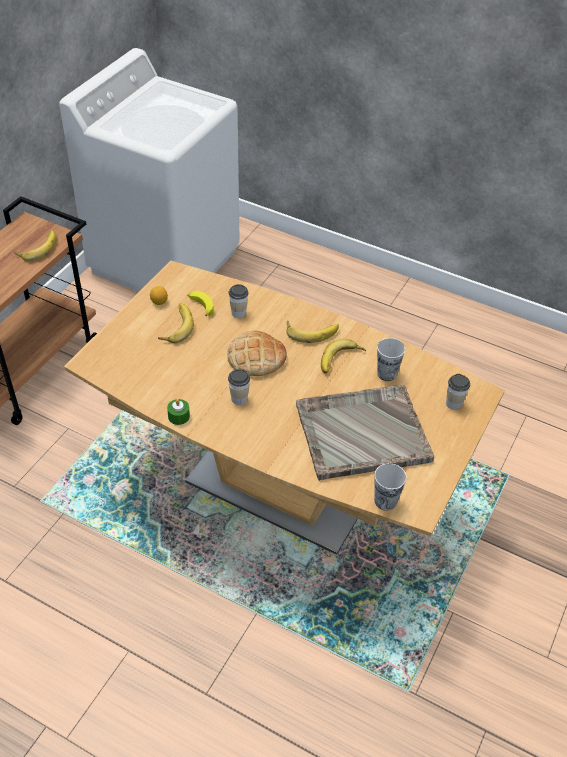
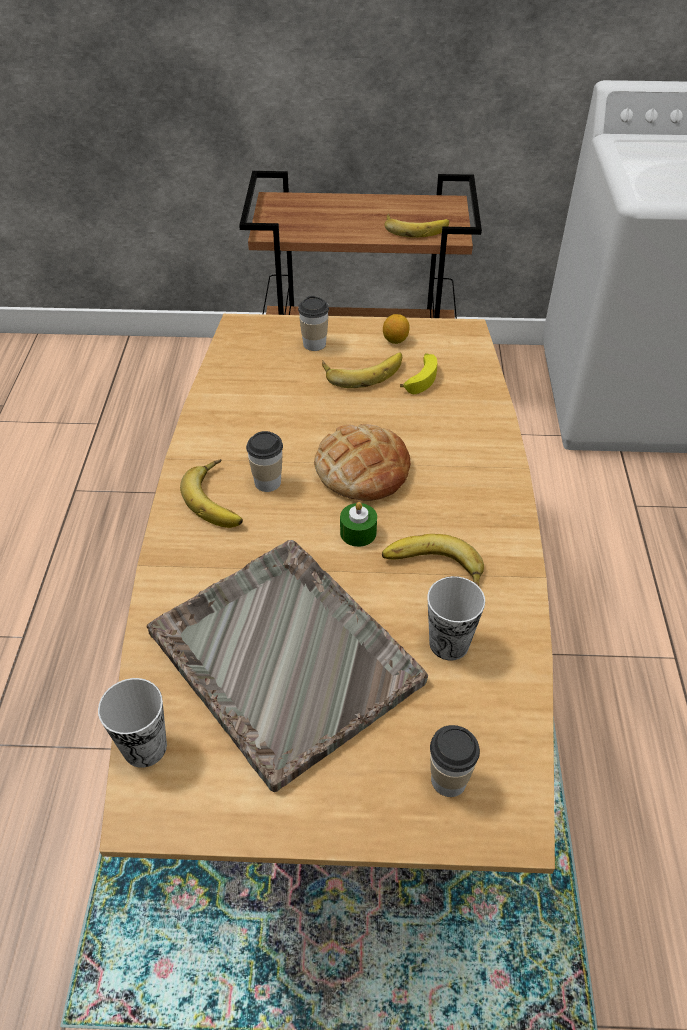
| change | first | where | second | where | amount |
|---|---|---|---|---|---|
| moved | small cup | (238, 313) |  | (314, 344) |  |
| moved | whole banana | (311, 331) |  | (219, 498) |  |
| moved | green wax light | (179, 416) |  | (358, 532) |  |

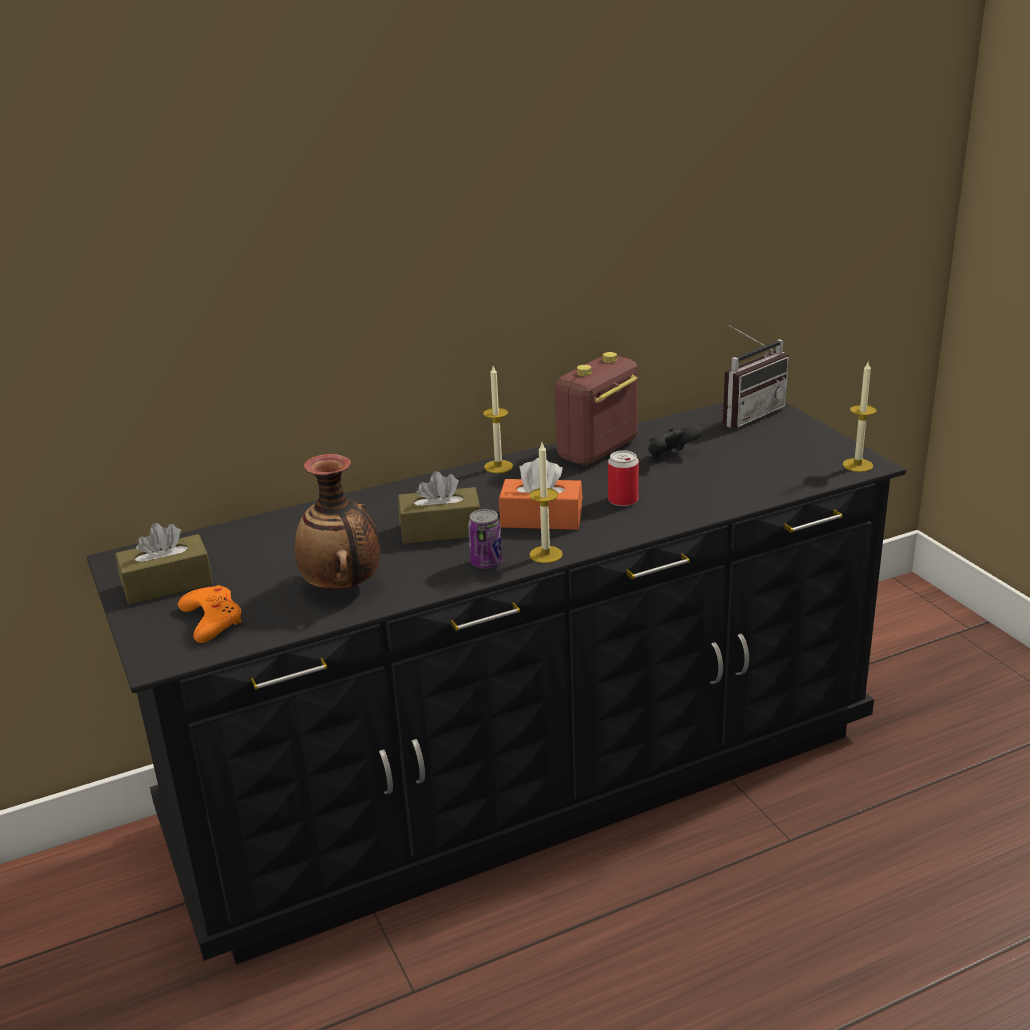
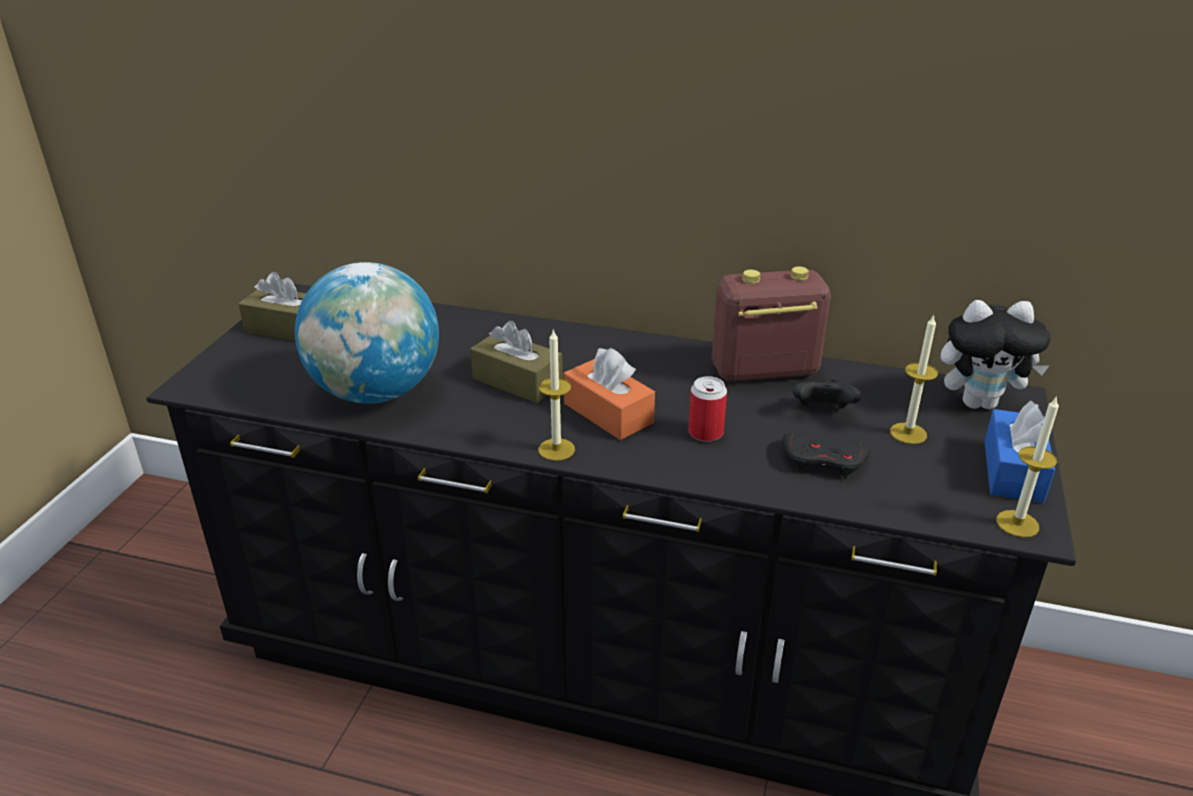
| change | first | where | second | where | amount |
|---|---|---|---|---|---|
| replaced | radio set | (747, 414) | plush toy | (979, 402) |  |
| moved | wax light | (498, 466) |  | (908, 433) |  |
| replaced | flower vase | (343, 586) | world globe | (377, 392) |  |
| removed | sealed can | (486, 563) |  |  |  |
| removed | orange-coloured joypad | (212, 619) |  |  |  |
| added |  |  | blue-coloured tissue box | (1013, 471) |  |
| added |  |  | black-coloured joypad | (823, 461) |  |

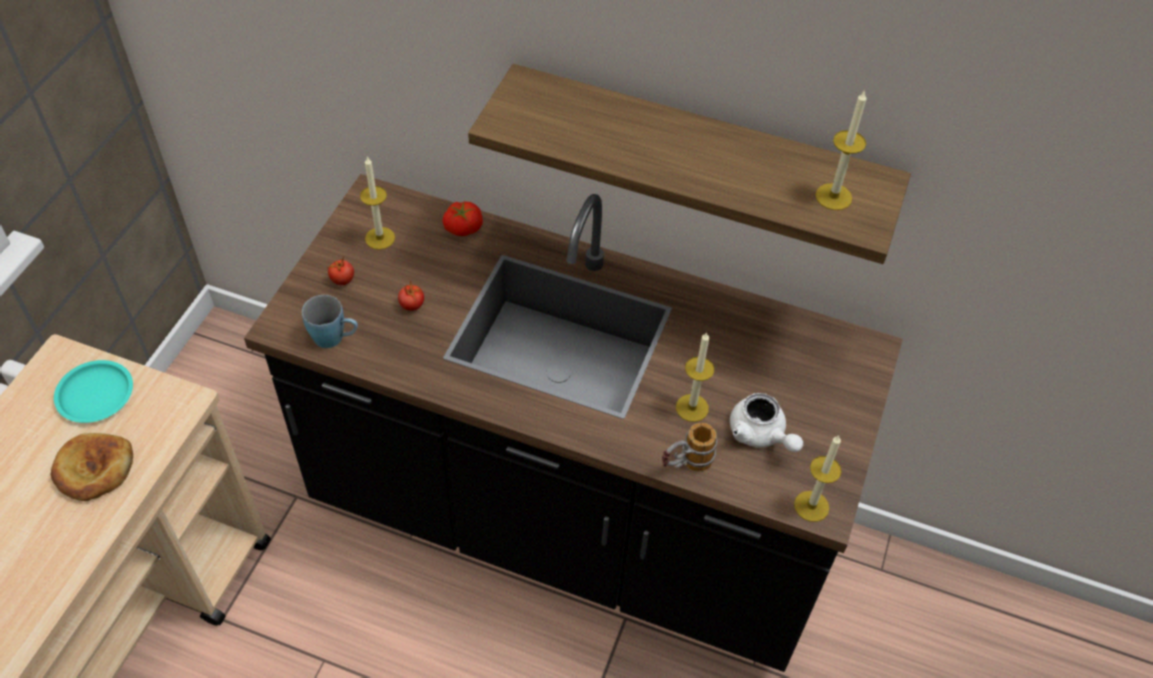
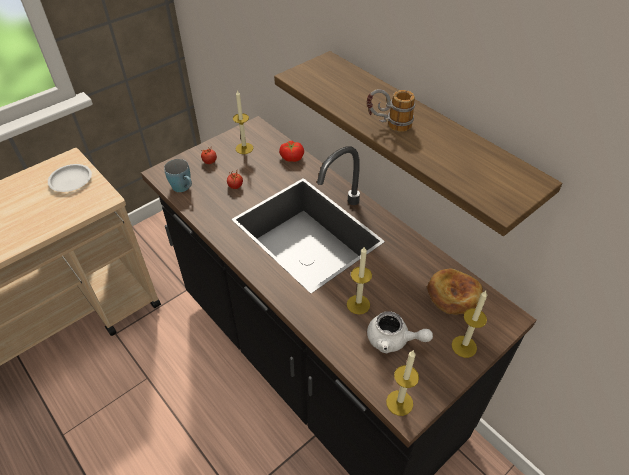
| change | first | where | second | where | amount |
|---|---|---|---|---|---|
| moved | wax light | (833, 197) |  | (464, 346) |  |
| recoloured | turquoise-coloured dinner plate | (95, 394) | whitish dinner plate | (71, 180) |  |
| turned | whitish pot for tea | (761, 435) |  | (393, 340) | 60 degrees counterclockwise |
| moved | coffee mug | (685, 465) |  | (388, 125) |  |
| moved | bakery bread | (94, 469) |  | (453, 294) |  |

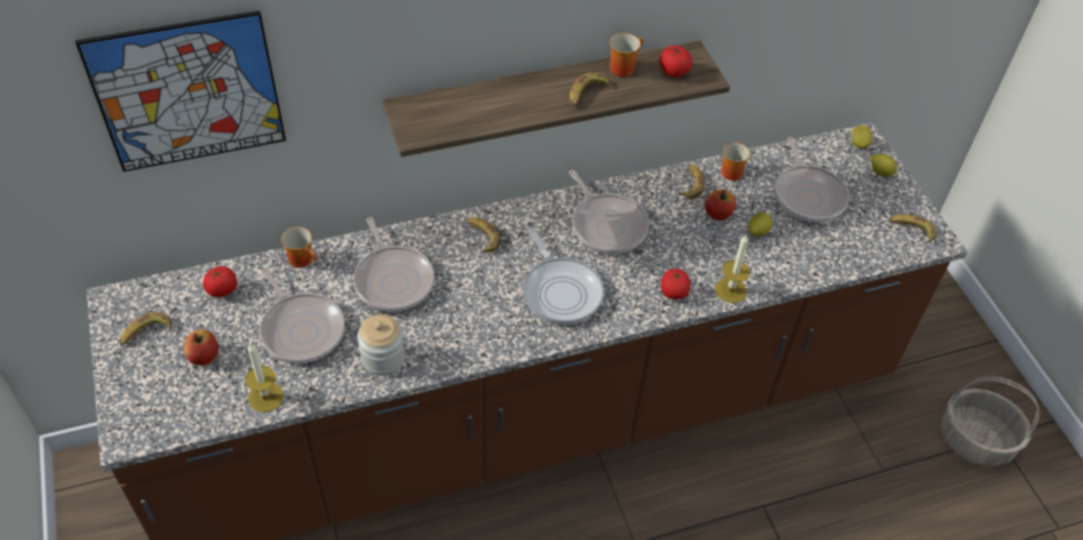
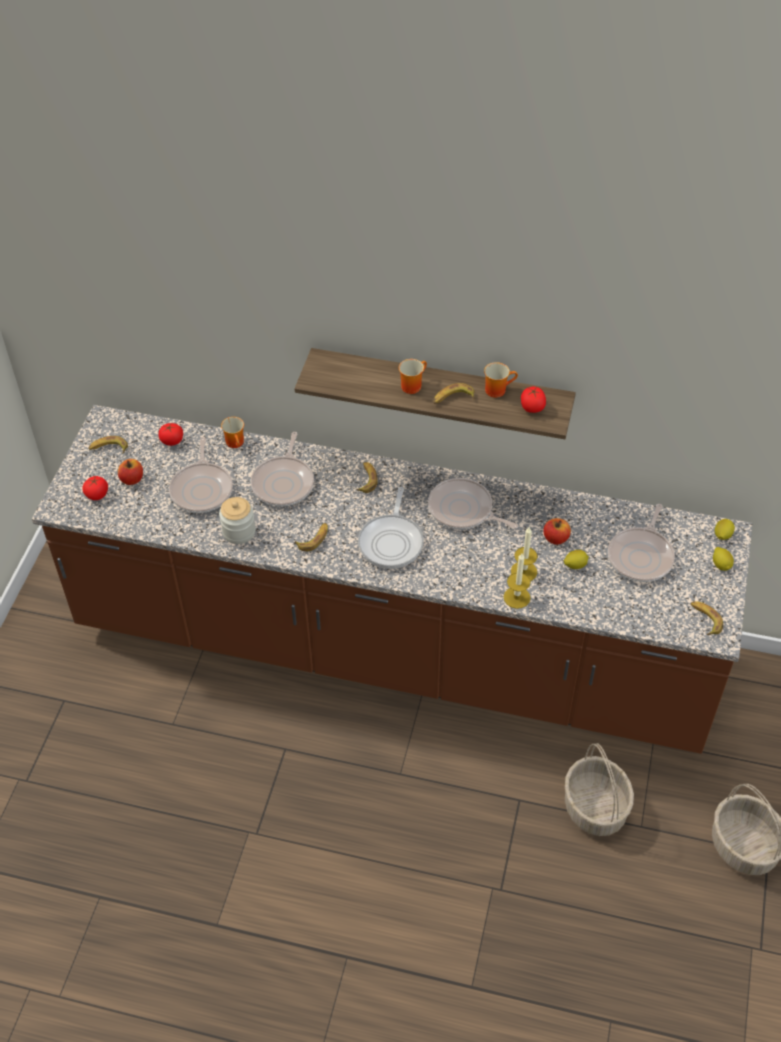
| change | first | where | second | where | amount |
|---|---|---|---|---|---|
| removed | picture | (188, 92) |  |  |  |
| moved | coffee mug | (730, 170) |  | (411, 384) |  |
| moved | whole banana | (691, 184) |  | (314, 539) |  |
| turned | frying pan | (607, 225) |  | (463, 510) | 120 degrees clockwise |
| moved | fresh tomato | (673, 292) |  | (97, 494) |  |
| moved | wax light | (266, 397) |  | (524, 571) |  |
| added |  |  | storage basket | (595, 808) |  |

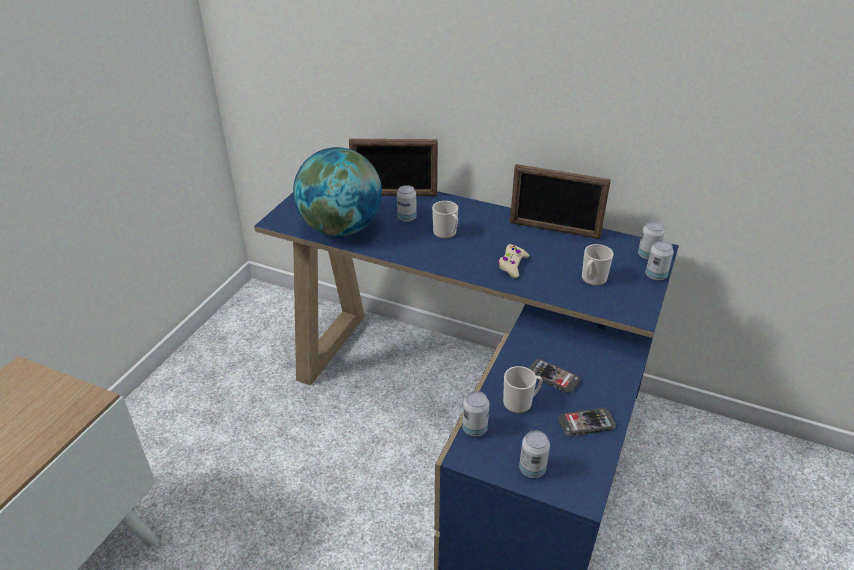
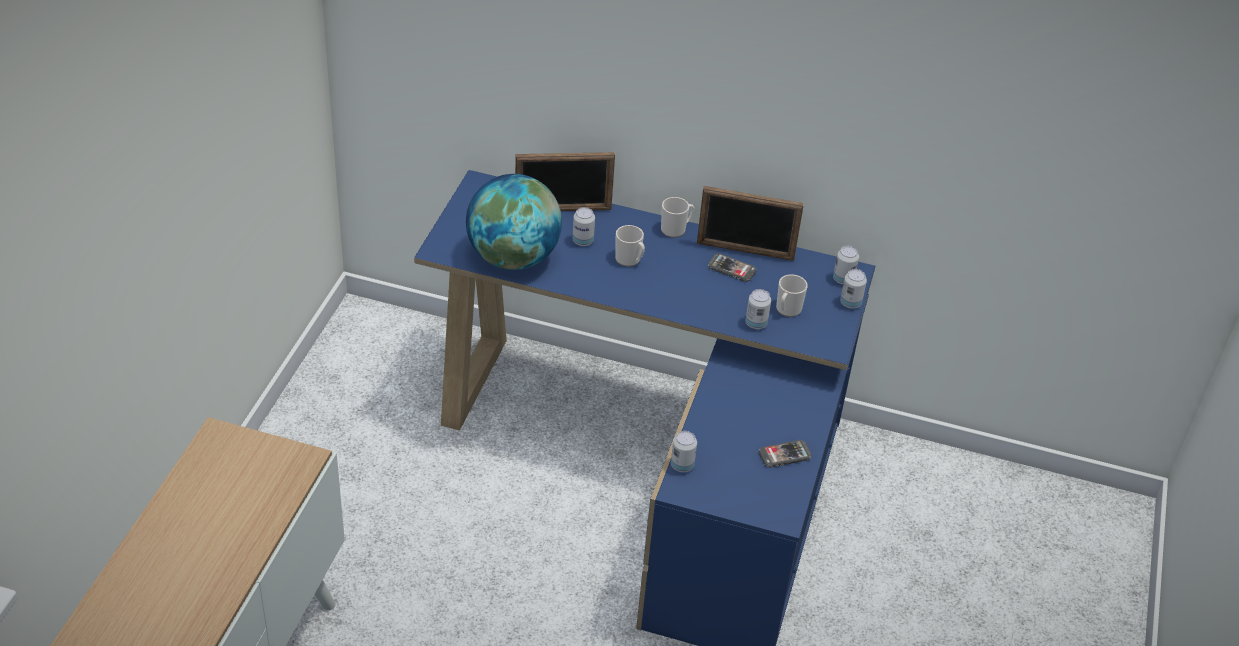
| change | first | where | second | where | amount |
|---|---|---|---|---|---|
| removed | beige-coloured joypad | (512, 265) |  |  |  |
| moved | telephone | (552, 377) |  | (731, 269) |  |
| moved | coffee mug | (520, 402) |  | (676, 229) |  |
| moved | sealed can | (532, 469) |  | (756, 323) |  |

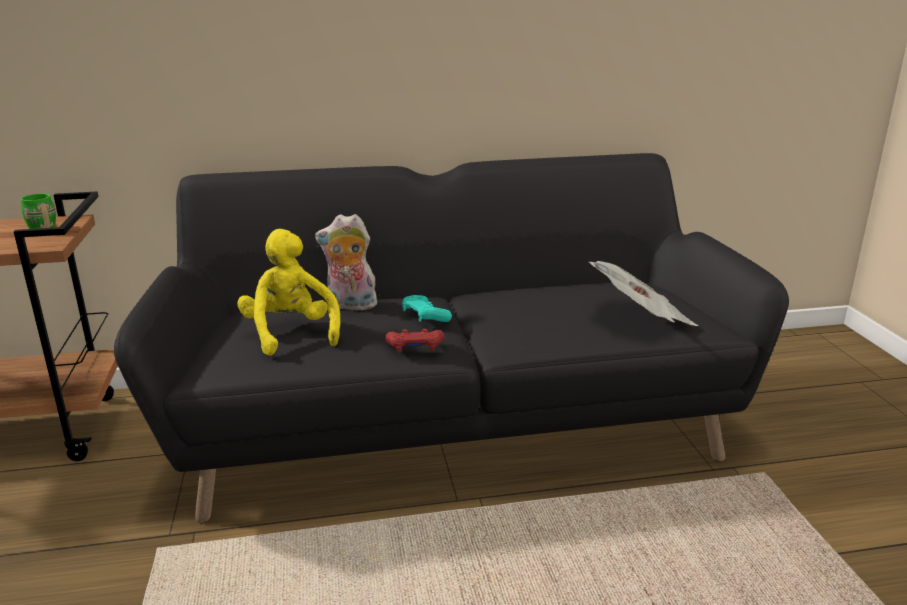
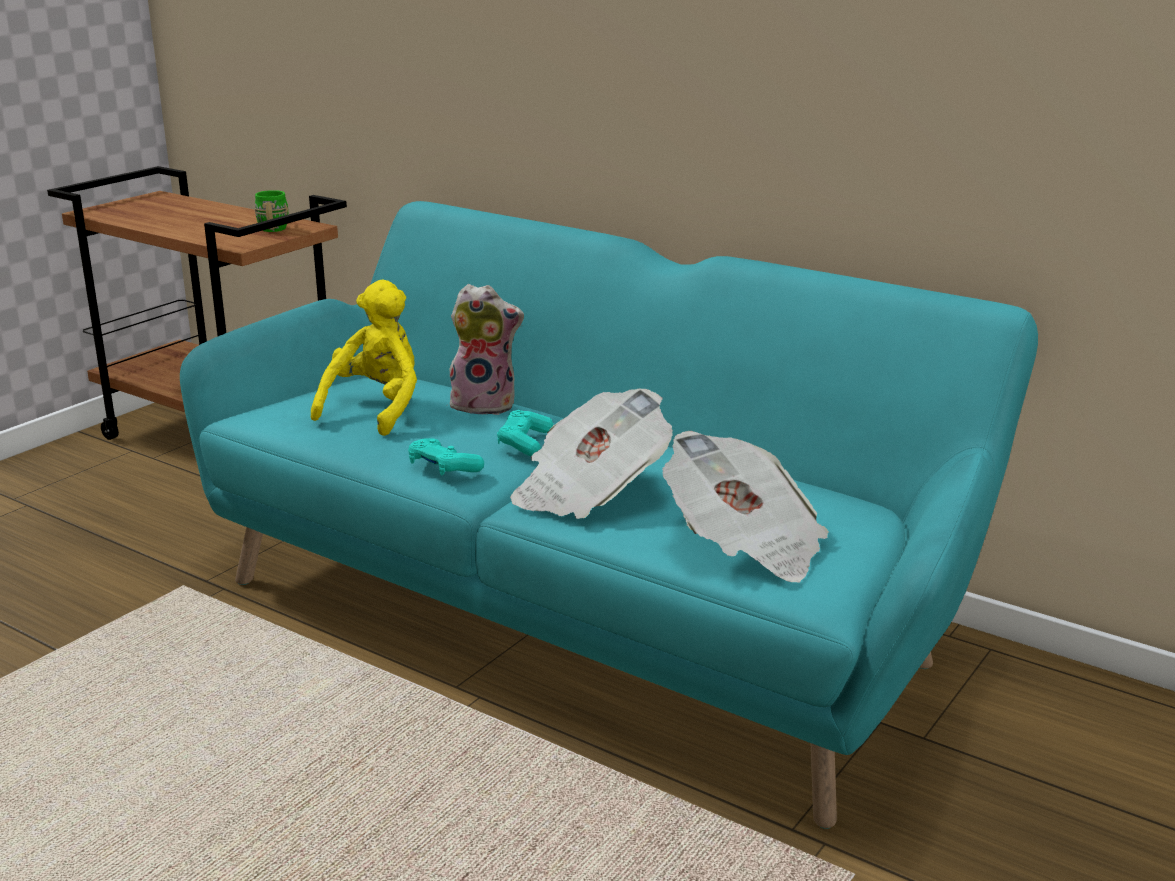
| change | first | where | second | where | amount |
|---|---|---|---|---|---|
| recoloured | black-coloured settee | (454, 423) | turquoise-coloured settee | (587, 615) |  |
| turned | plush toy | (350, 306) |  | (485, 405) | 135 degrees clockwise |
| recoloured | red-coloured joypad | (415, 348) | turquoise-coloured joypad | (443, 467) |  |
| added |  |  | printed paper | (589, 492) |  |

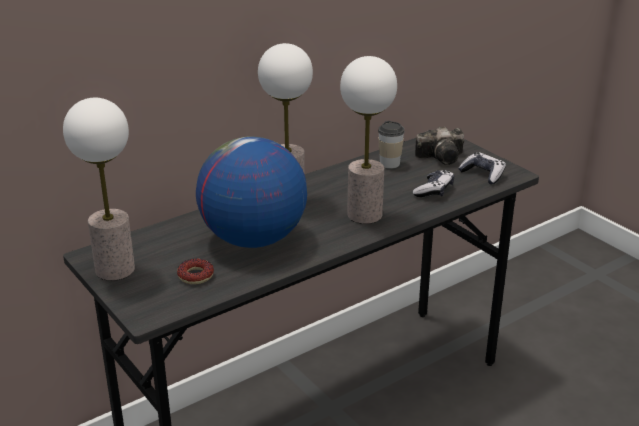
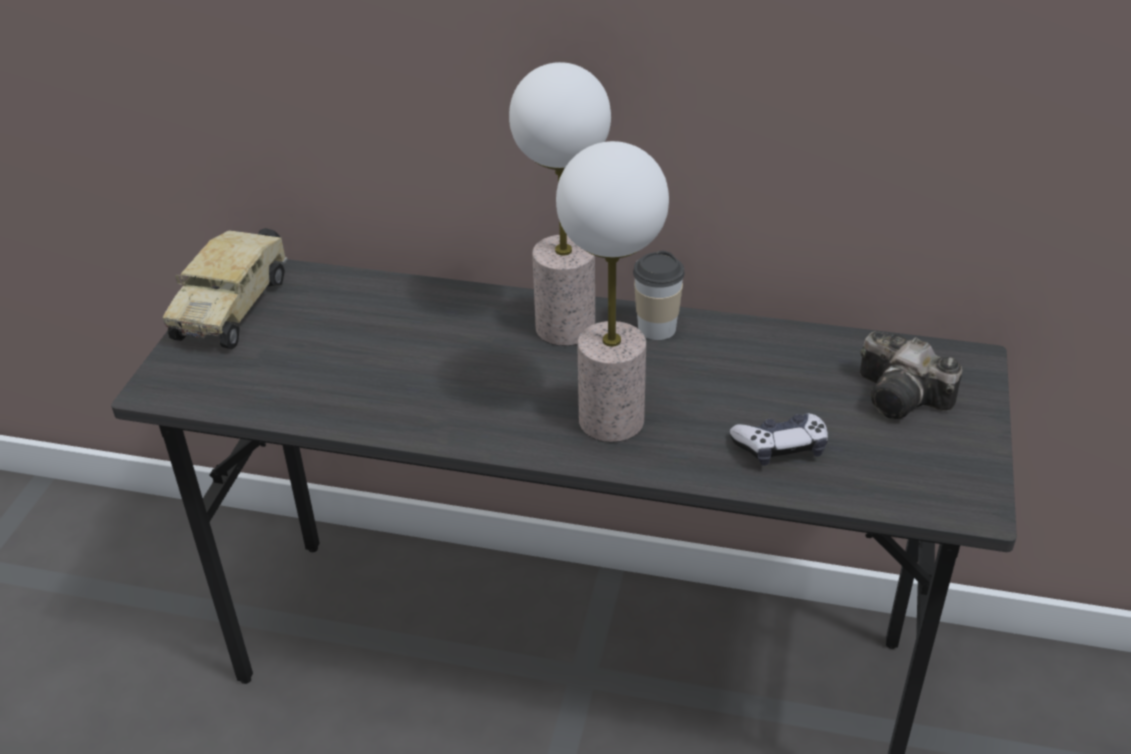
| change | first | where | second | where | amount |
|---|---|---|---|---|---|
| replaced | lamp for a table | (115, 269) | toy lorry | (234, 306) |  |
| moved | small cup | (389, 164) |  | (656, 328) |  |
| removed | world globe | (253, 239) |  |  |  |
| removed | joypad | (483, 174) |  |  |  |
| removed | ring doughnut | (195, 276) |  |  |  |

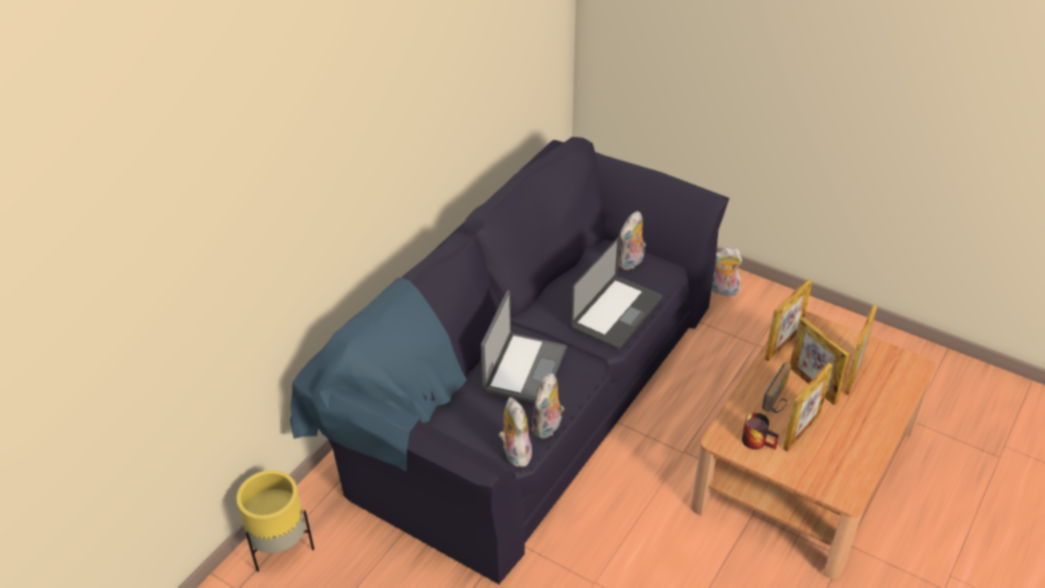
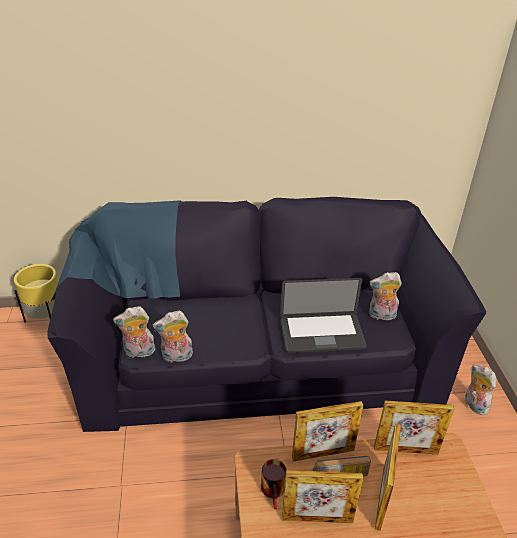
| change | first | where | second | where | amount |
|---|---|---|---|---|---|
| removed | notebook computer | (523, 369) |  |  |  |
| moved | photo frame | (853, 373) |  | (323, 453) |  |
| turned | plush toy | (514, 452) |  | (138, 352) | 135 degrees counterclockwise |

